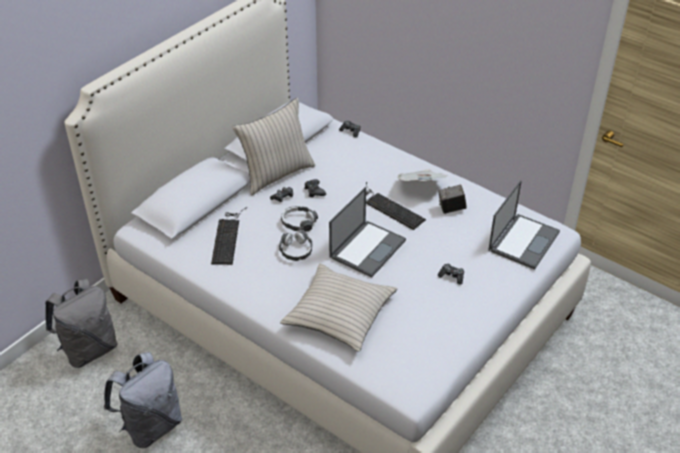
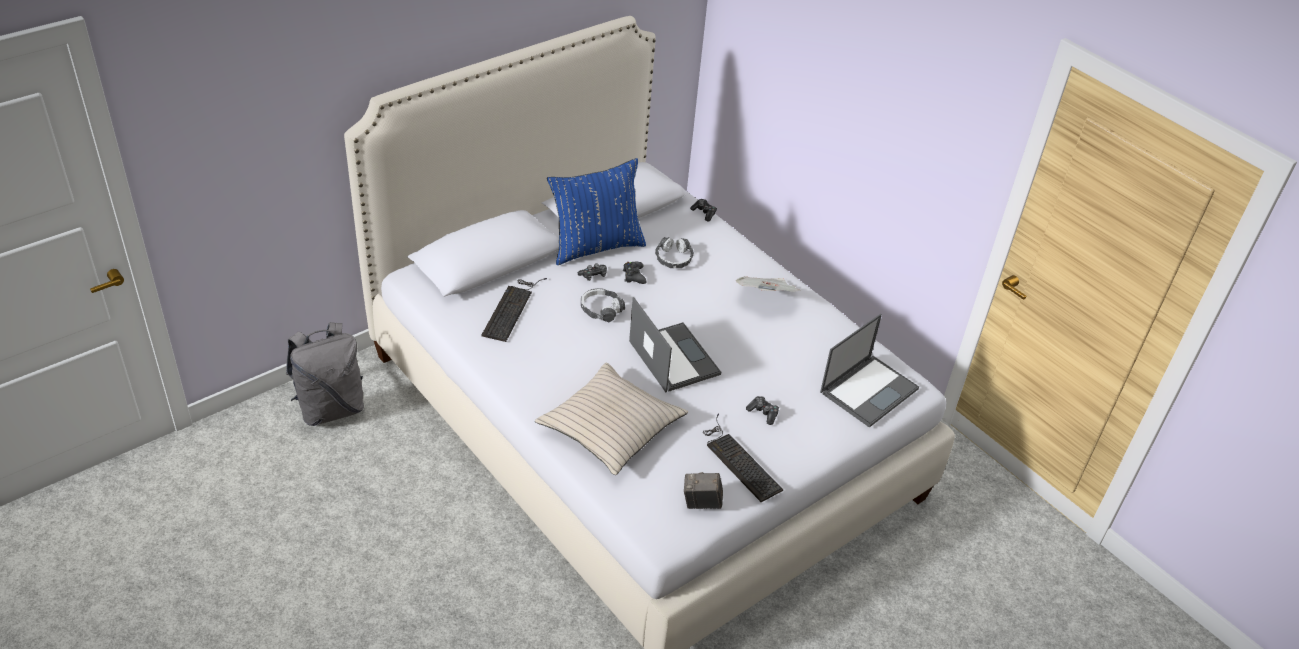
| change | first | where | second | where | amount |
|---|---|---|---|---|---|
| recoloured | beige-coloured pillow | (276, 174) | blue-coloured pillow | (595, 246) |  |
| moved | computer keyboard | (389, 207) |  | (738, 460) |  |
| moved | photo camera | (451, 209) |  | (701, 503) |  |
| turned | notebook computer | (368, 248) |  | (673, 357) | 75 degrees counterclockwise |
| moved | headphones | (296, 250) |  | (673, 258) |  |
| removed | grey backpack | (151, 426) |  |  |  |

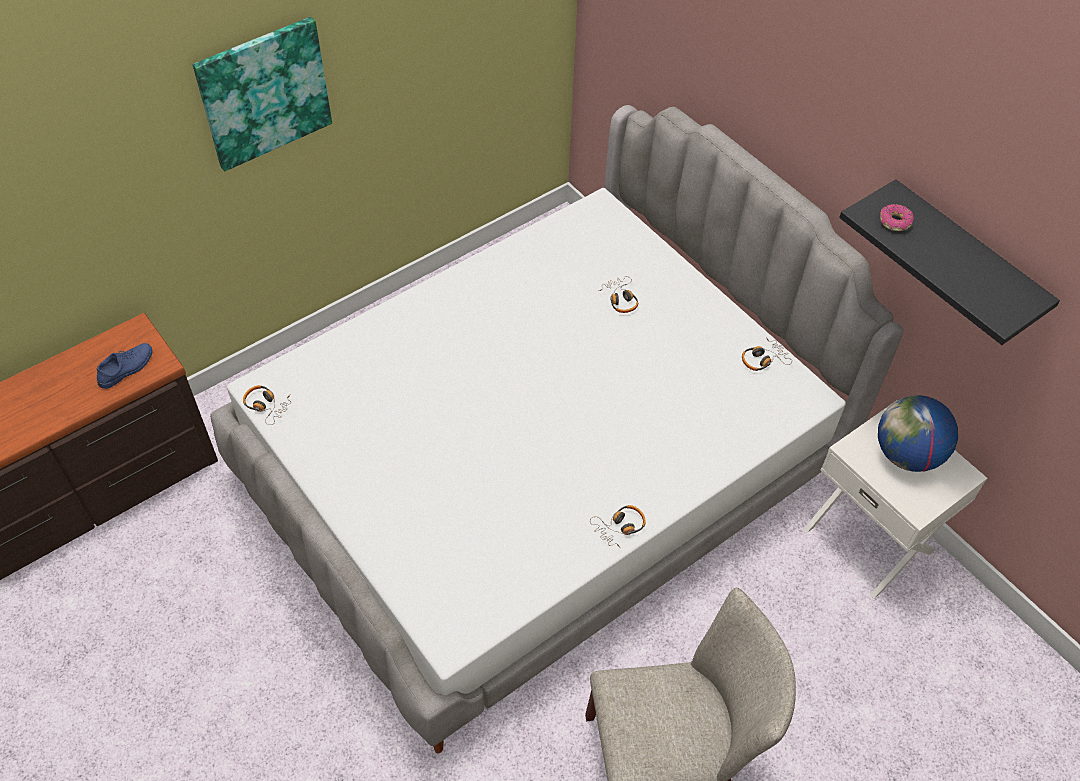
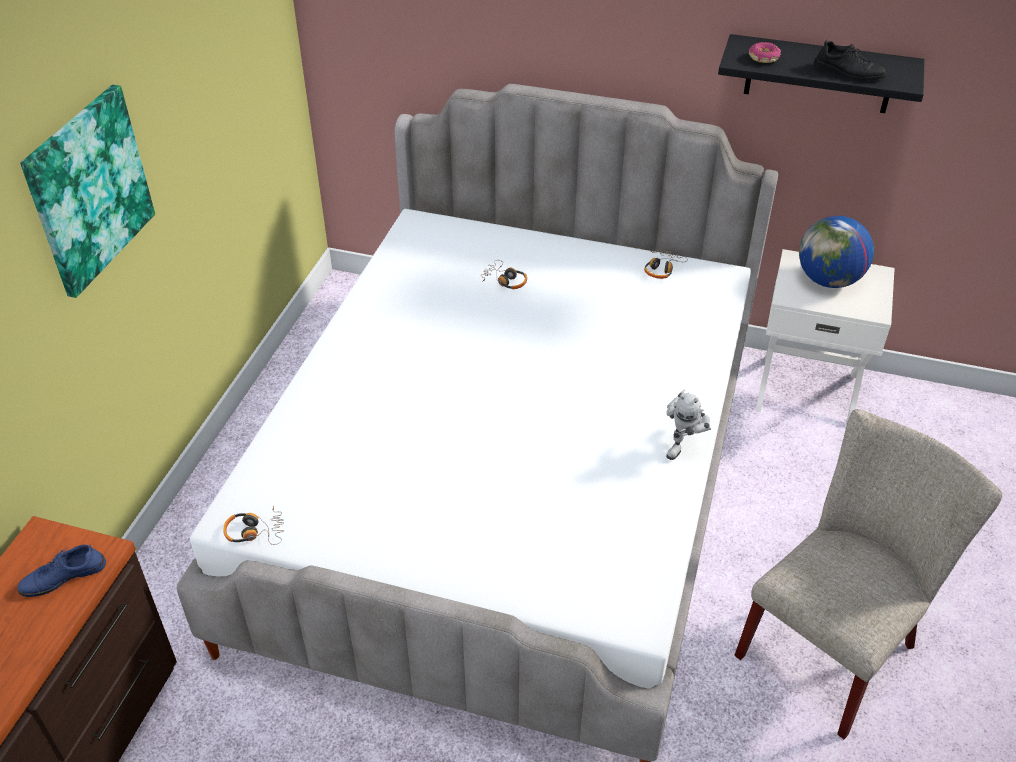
| change | first | where | second | where | amount |
|---|---|---|---|---|---|
| turned | blue-coloured low shoe | (126, 368) |  | (63, 577) | 120 degrees counterclockwise |
| replaced | headphones | (619, 528) | model robot | (684, 446) |  |
| added |  |  | black-coloured low shoe | (848, 72) |  |

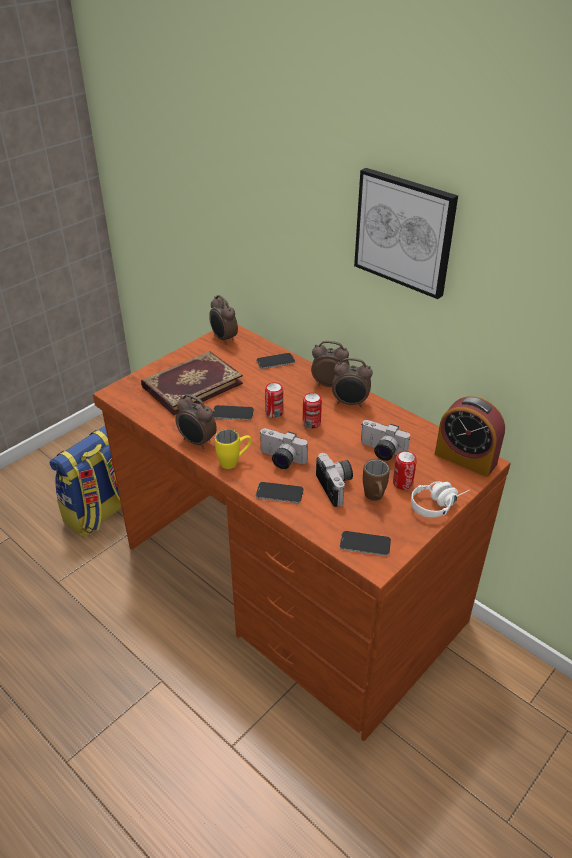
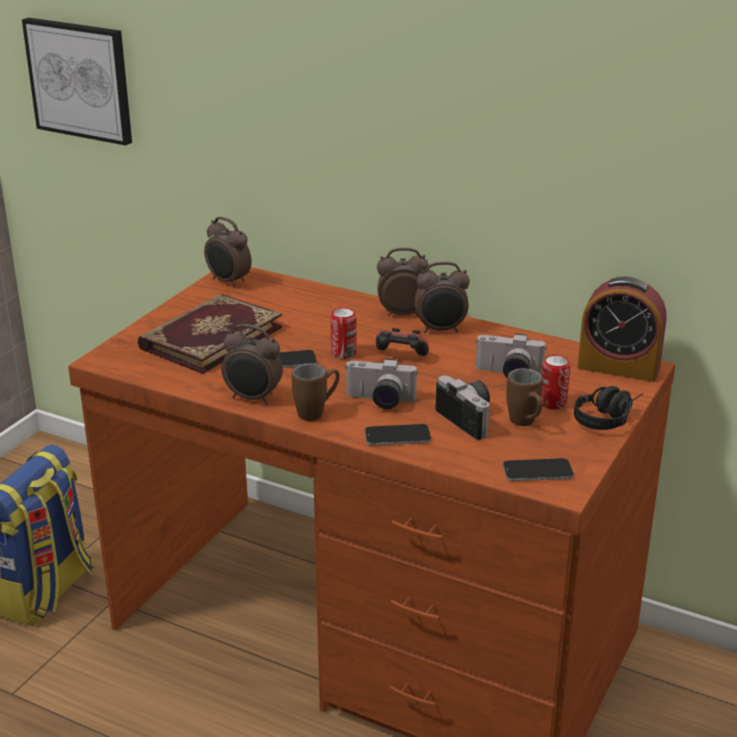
| change | first | where | second | where | amount |
|---|---|---|---|---|---|
| moved | picture | (404, 232) |  | (80, 80) |  |
| removed | telephone | (275, 361) |  |  |  |
| replaced | sealed can | (311, 423) | joypad | (400, 357) |  |
| recoloured | yellowish coffee mug | (234, 462) | brownish coffee mug | (317, 412) |  |
| recoloured | whitish headphones | (438, 504) | black-coloured headphones | (608, 417) |  |

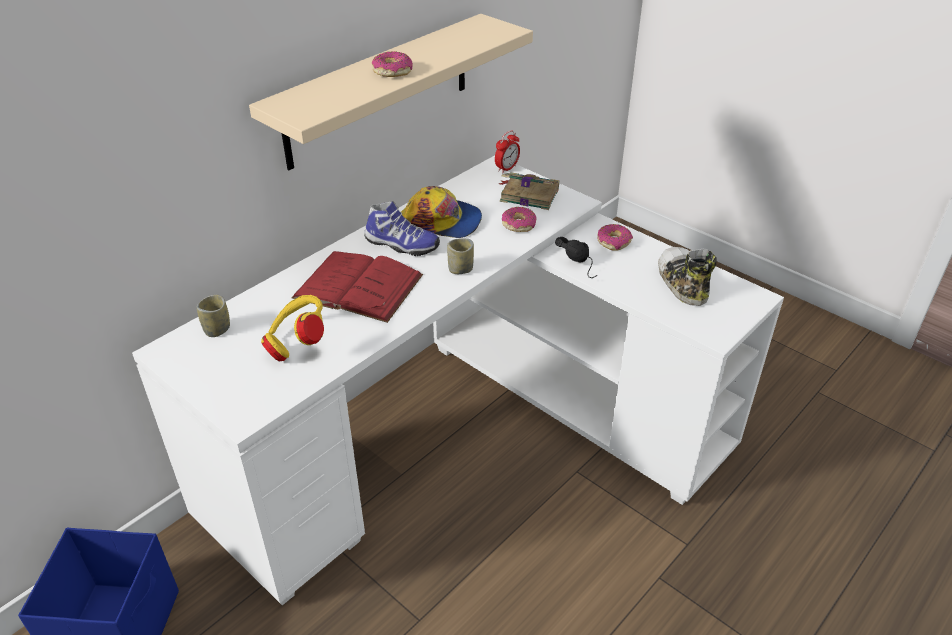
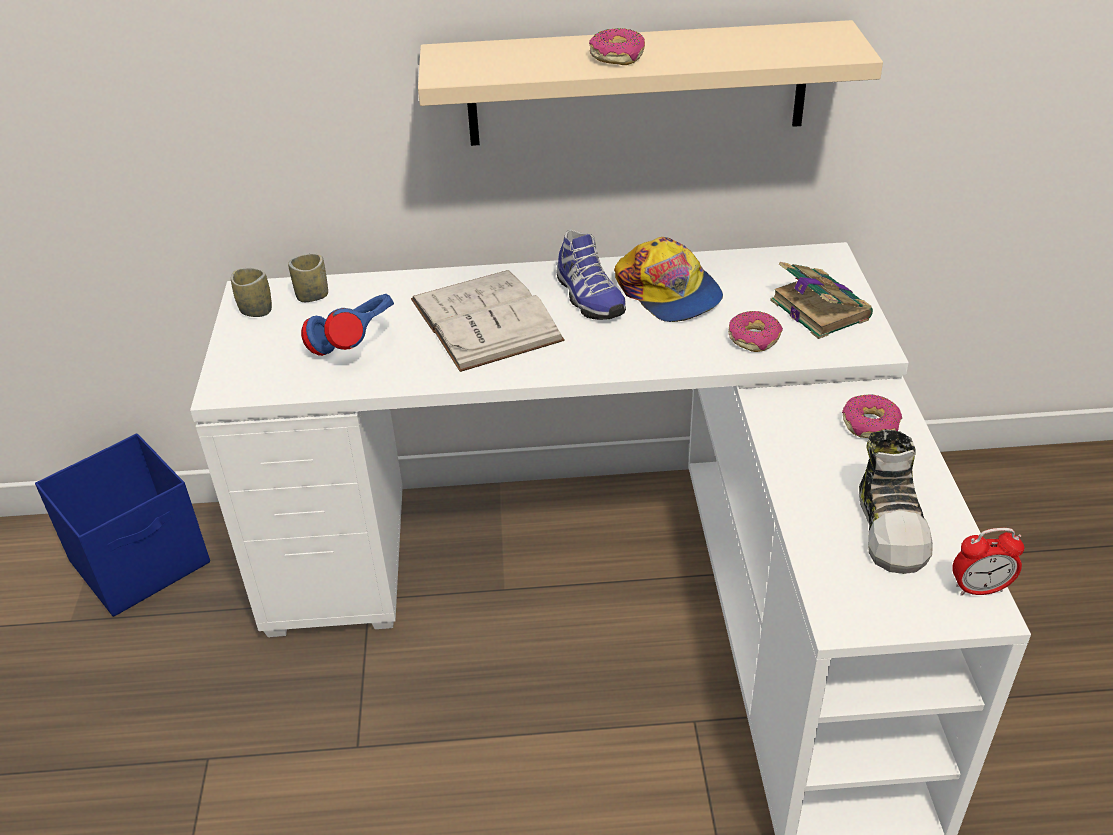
| change | first | where | second | where | amount |
|---|---|---|---|---|---|
| moved | bedside clock | (507, 168) |  | (979, 589) |  |
| removed | black-coloured headphones | (581, 263) |  |  |  |
| moved | small cup | (460, 269) |  | (256, 310) |  |
| turned | low shoe | (682, 283) |  | (892, 527) | 150 degrees clockwise |
| recoloured | red-coloured volume | (358, 286) | whitish volume | (485, 319) |  |
| recoloured | yellowish headphones | (298, 343) | blue-coloured headphones | (356, 347) |  |

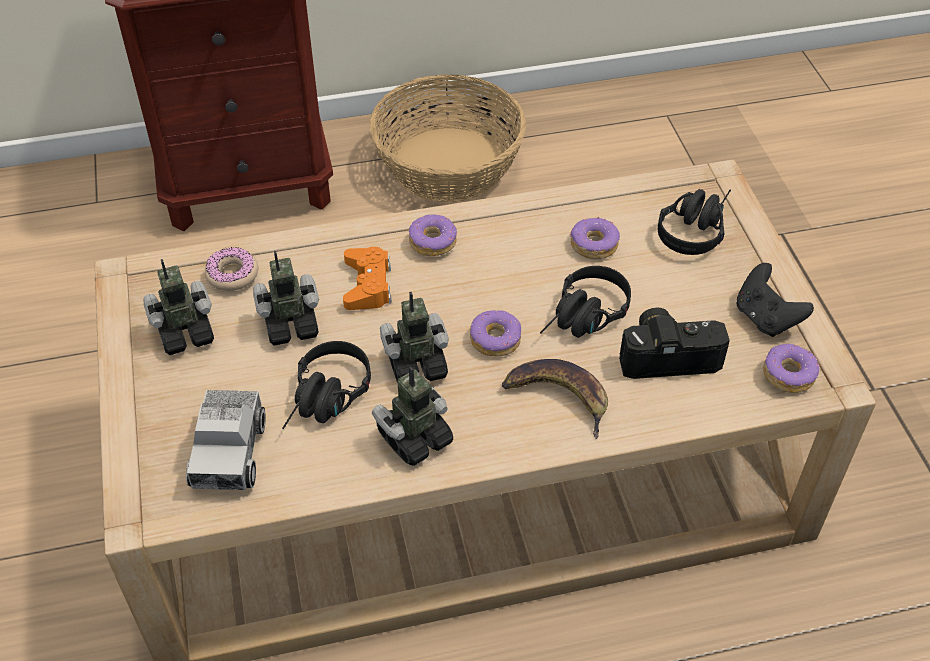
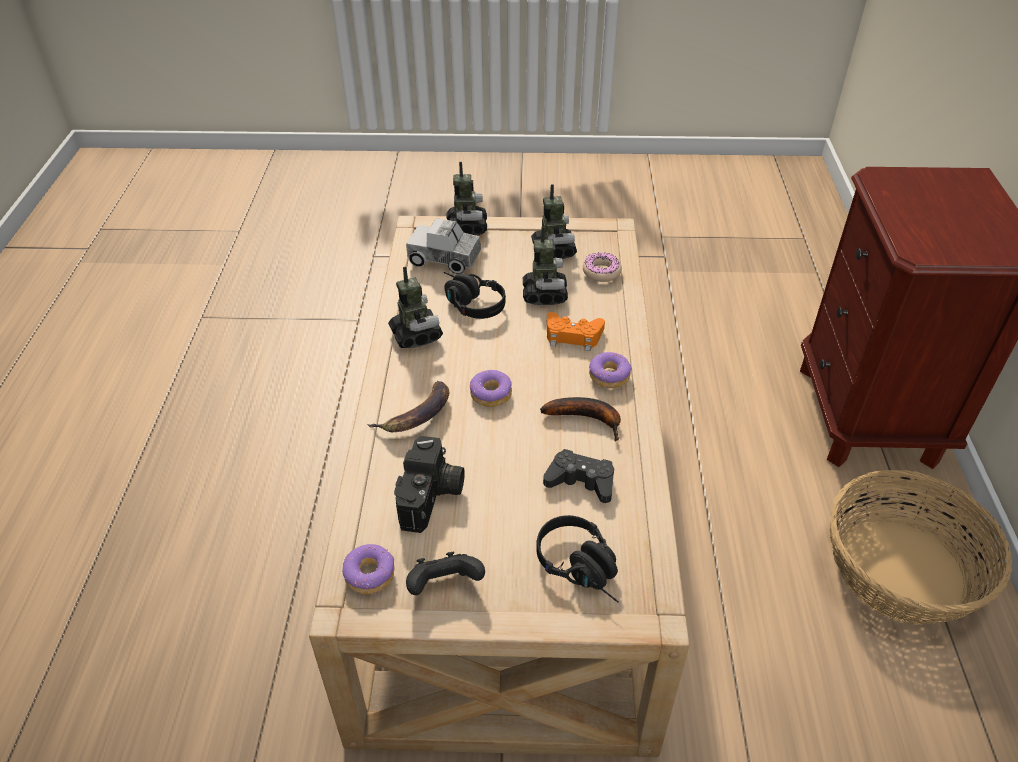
| change | first | where | second | where | amount |
|---|---|---|---|---|---|
| replaced | ring doughnut | (593, 245) | black-coloured joypad | (581, 481) |  |
| removed | black-coloured headphones | (583, 319) |  |  |  |
| moved | model robot | (416, 365) |  | (466, 228) |  |
| added |  |  | whole banana | (588, 419) |  |

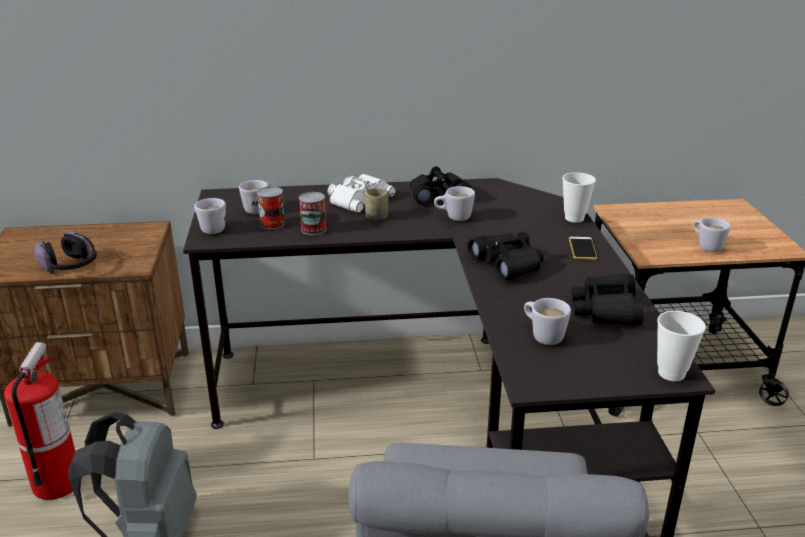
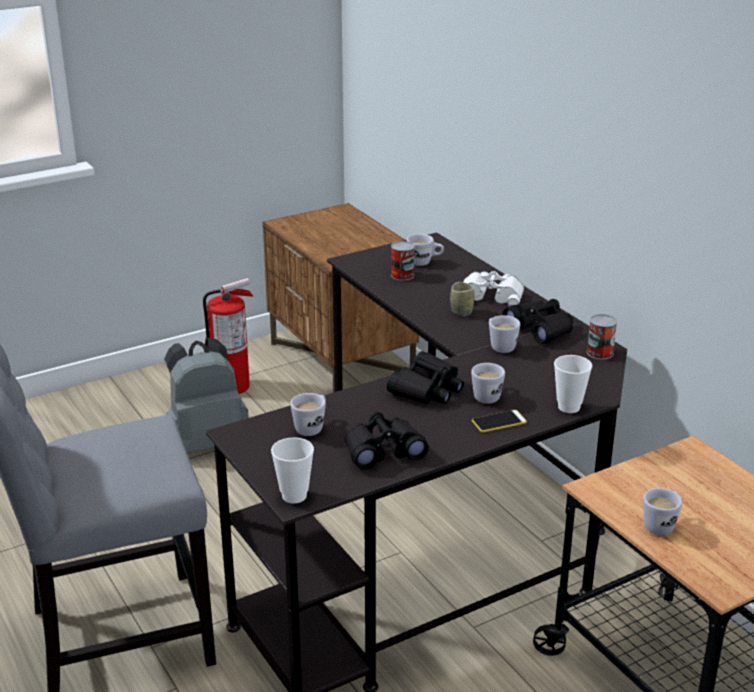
| change | first | where | second | where | amount |
|---|---|---|---|---|---|
| moved | sealed can | (313, 229) |  | (600, 353) |  |
| moved | whitish coffee mug | (209, 228) |  | (488, 395) |  |
| removed | headphones | (70, 267) |  |  |  |

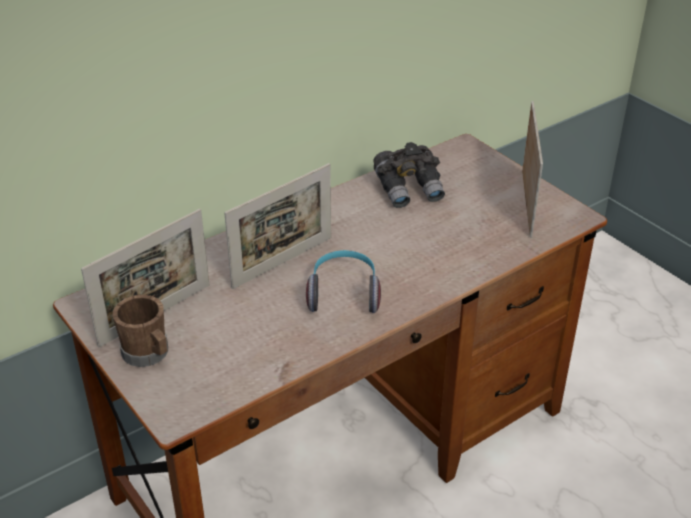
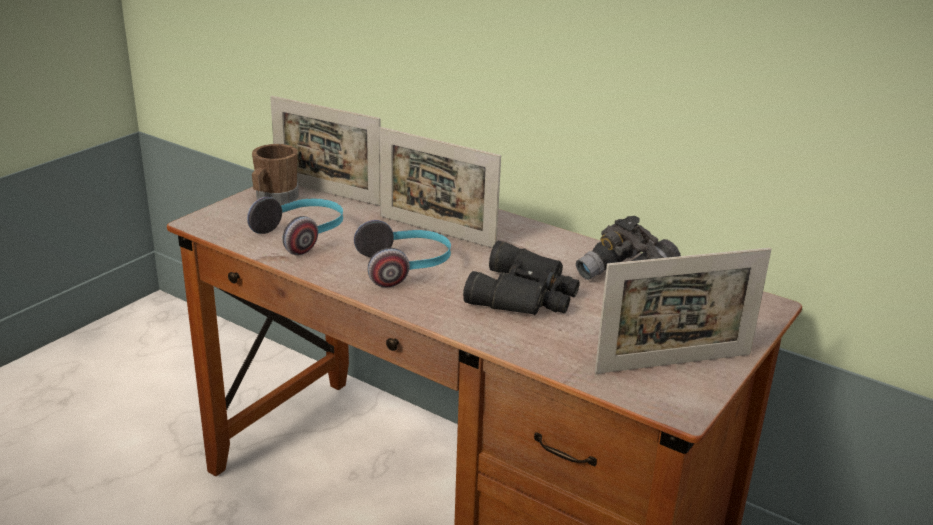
| change | first | where | second | where | amount |
|---|---|---|---|---|---|
| added |  |  | headphones | (303, 236) |  |
| added |  |  | black-coloured binoculars | (526, 295) |  |

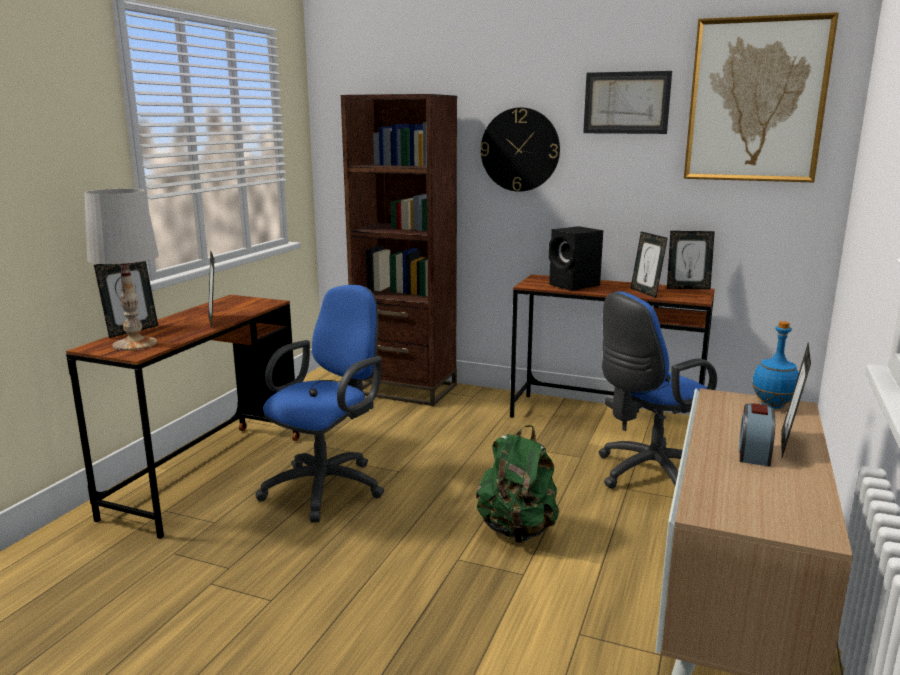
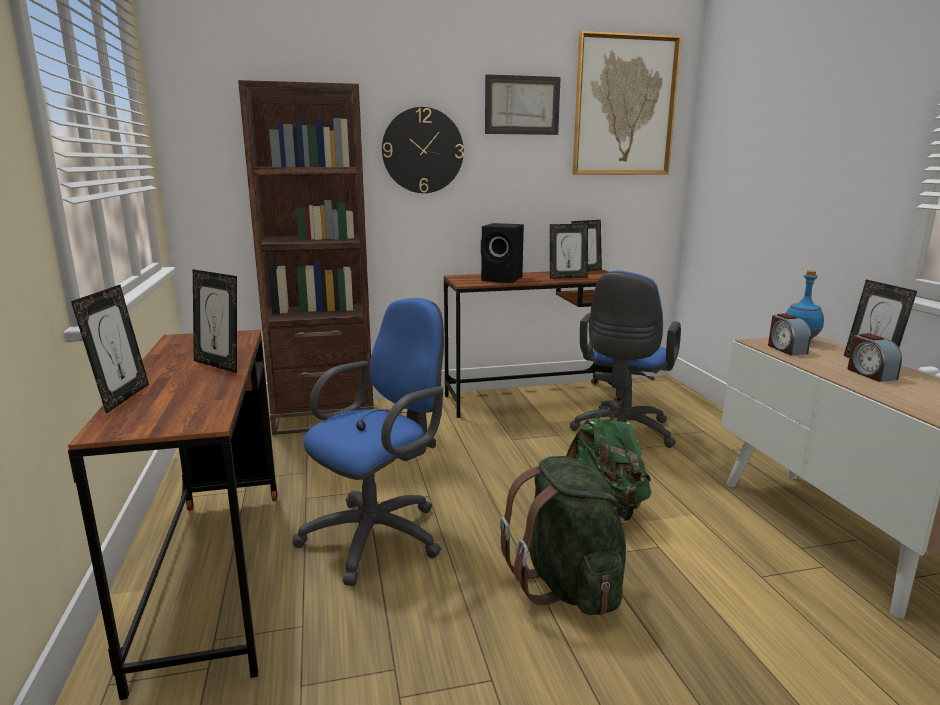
| change | first | where | second | where | amount |
|---|---|---|---|---|---|
| removed | whitish lamp for a table | (134, 344) |  |  |  |
| turned | photo frame | (646, 292) |  | (567, 277) | 45 degrees counterclockwise |
| turned | blue-coloured desk chair | (329, 486) |  | (380, 535) | 45 degrees clockwise |
| added |  |  | bedside clock | (786, 349) |  |
| added |  |  | green backpack | (568, 584) |  |

